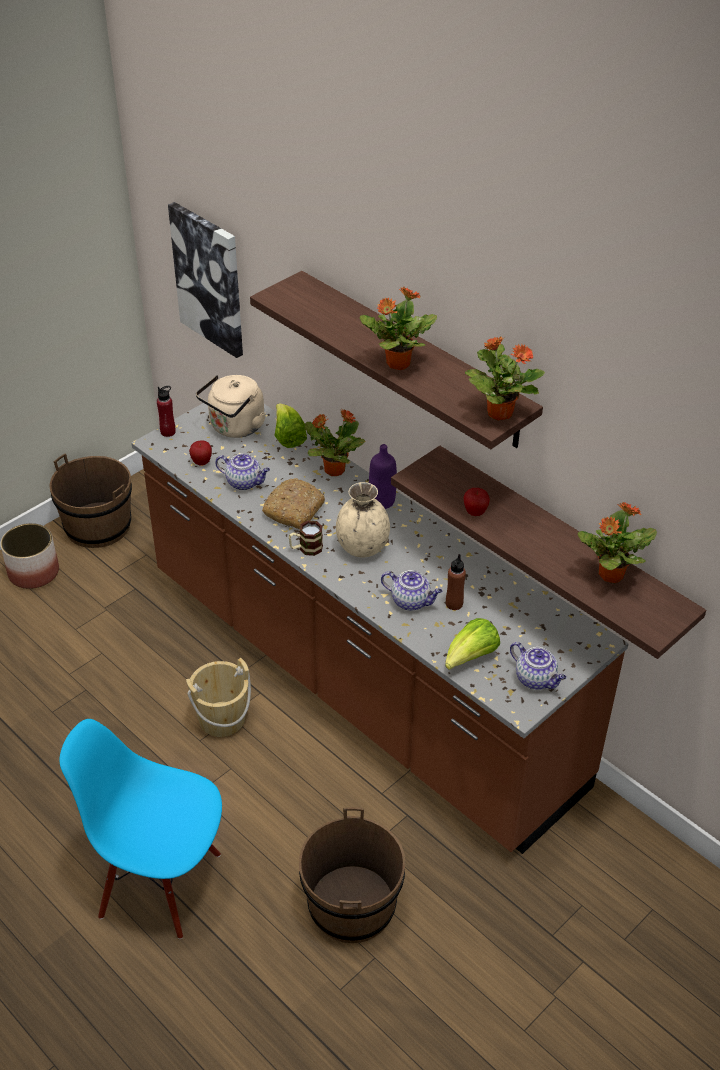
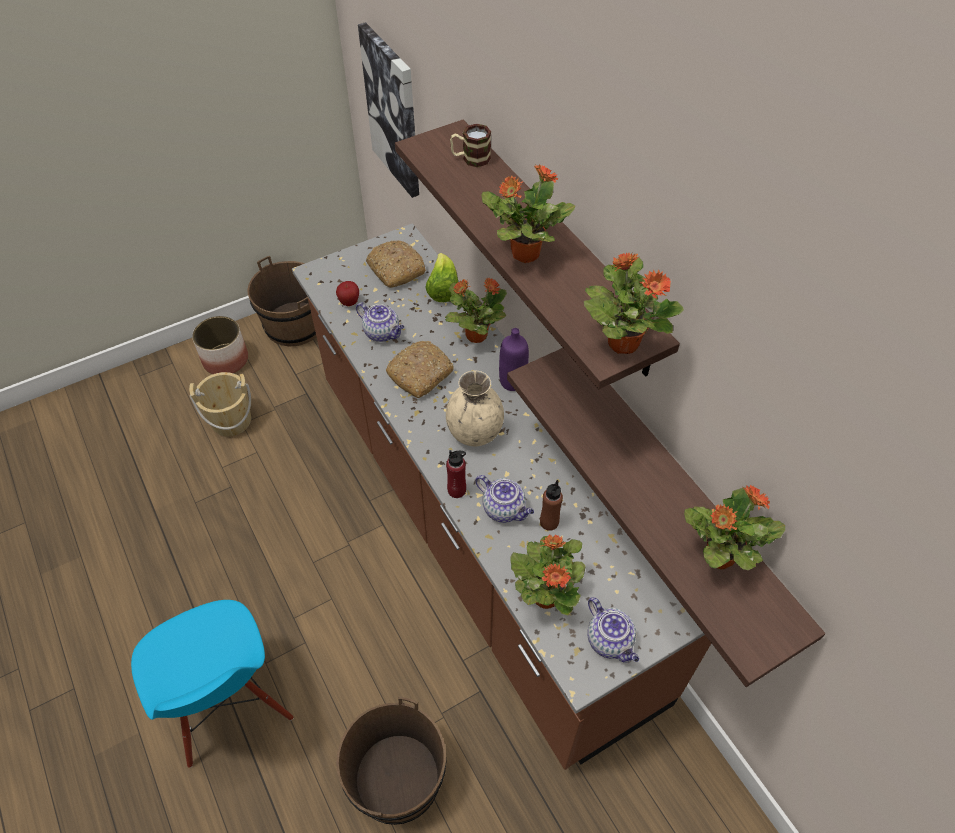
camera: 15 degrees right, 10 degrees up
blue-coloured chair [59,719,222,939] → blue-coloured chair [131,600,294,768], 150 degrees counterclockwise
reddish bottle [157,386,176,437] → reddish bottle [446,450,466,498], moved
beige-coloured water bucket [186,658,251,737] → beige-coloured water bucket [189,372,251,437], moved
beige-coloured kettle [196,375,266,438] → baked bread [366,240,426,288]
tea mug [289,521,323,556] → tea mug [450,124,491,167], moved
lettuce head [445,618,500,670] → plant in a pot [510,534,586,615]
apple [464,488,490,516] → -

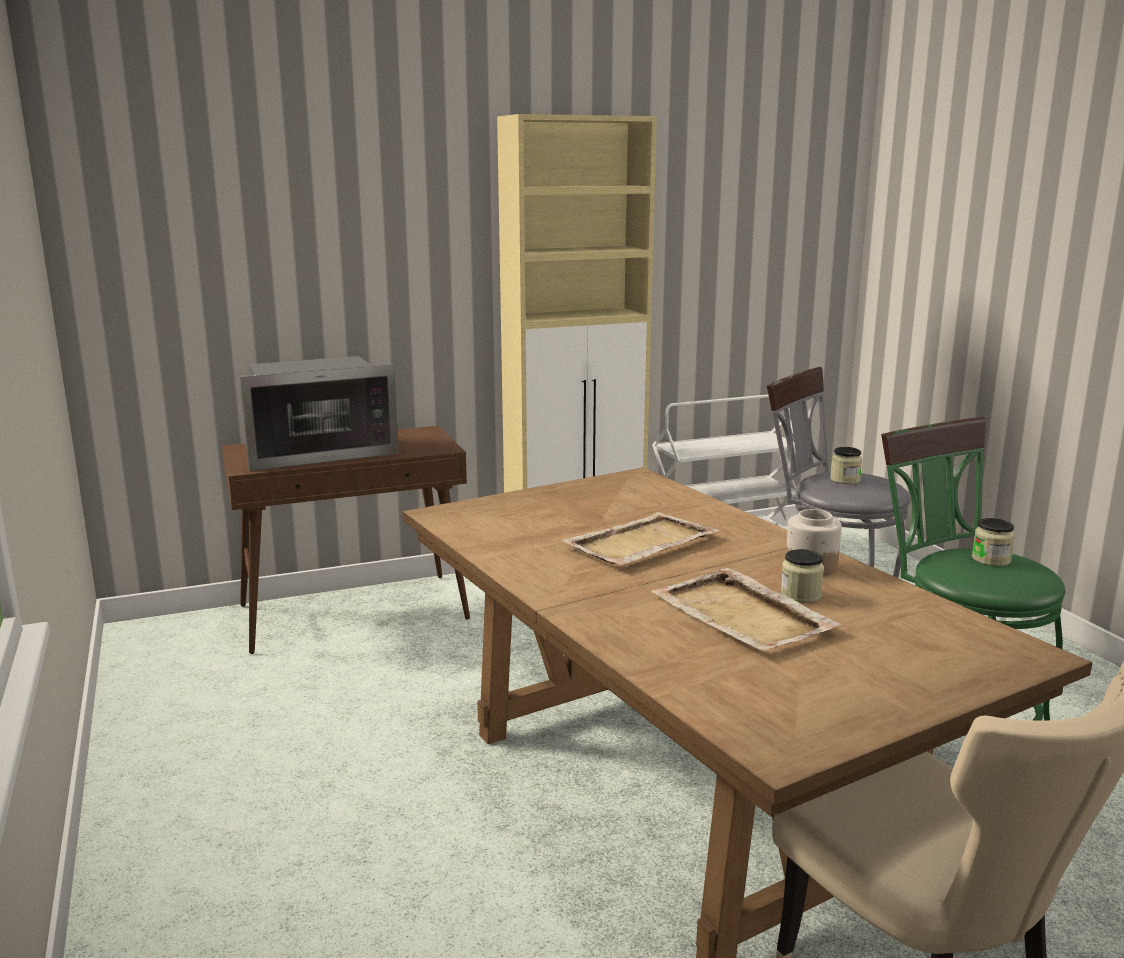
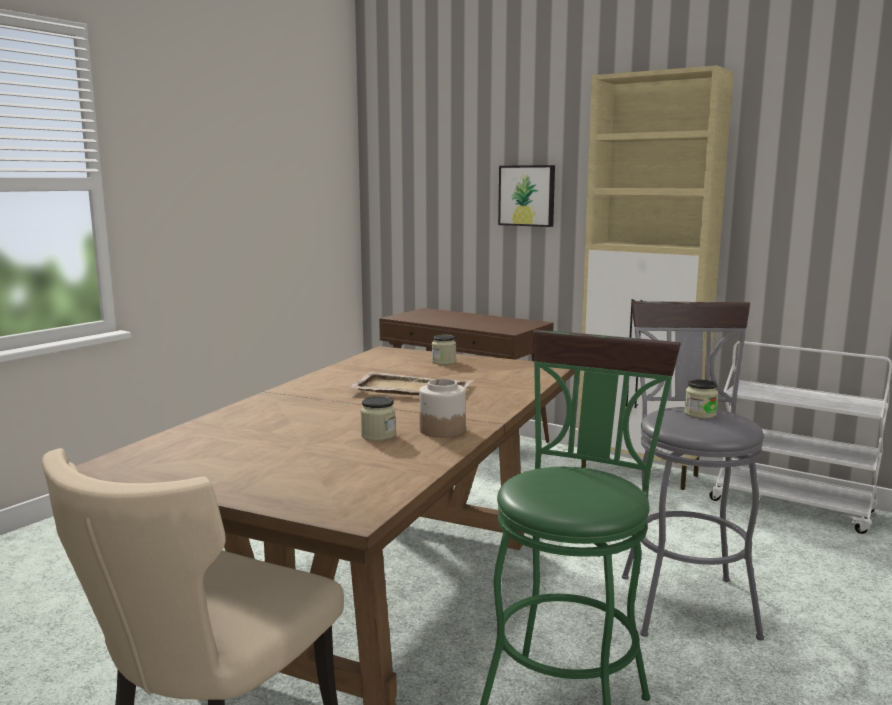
camera: 55 degrees right, 5 degrees down
kitchen microwave [239,356,399,471] → -
beige-coloured tray [651,568,842,651] → -
jar [972,518,1015,566] → jar [432,335,456,365], moved
- → picture [498,165,555,227]

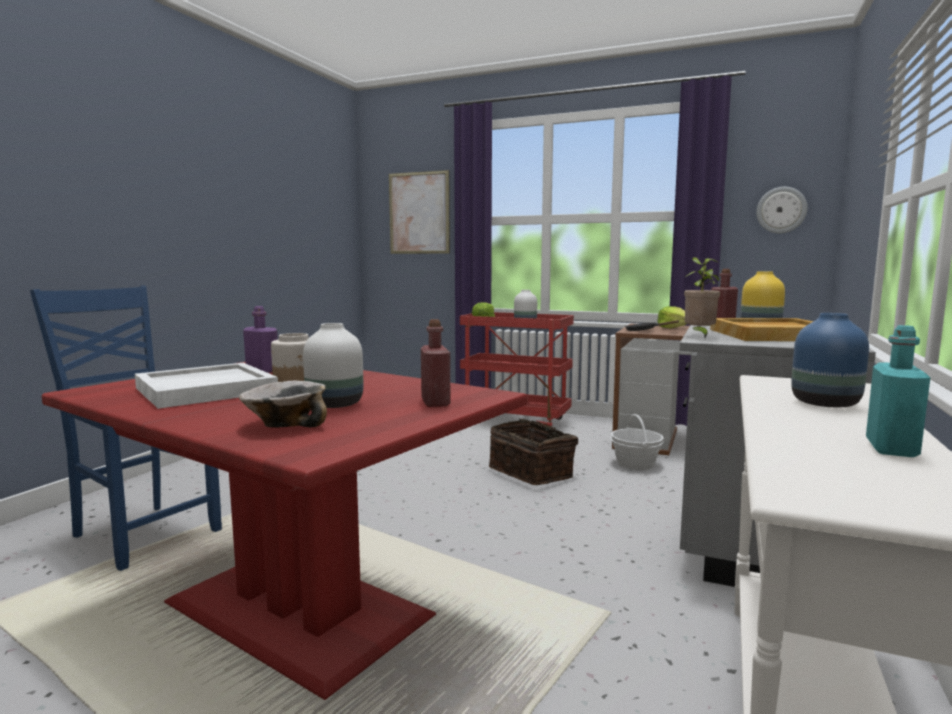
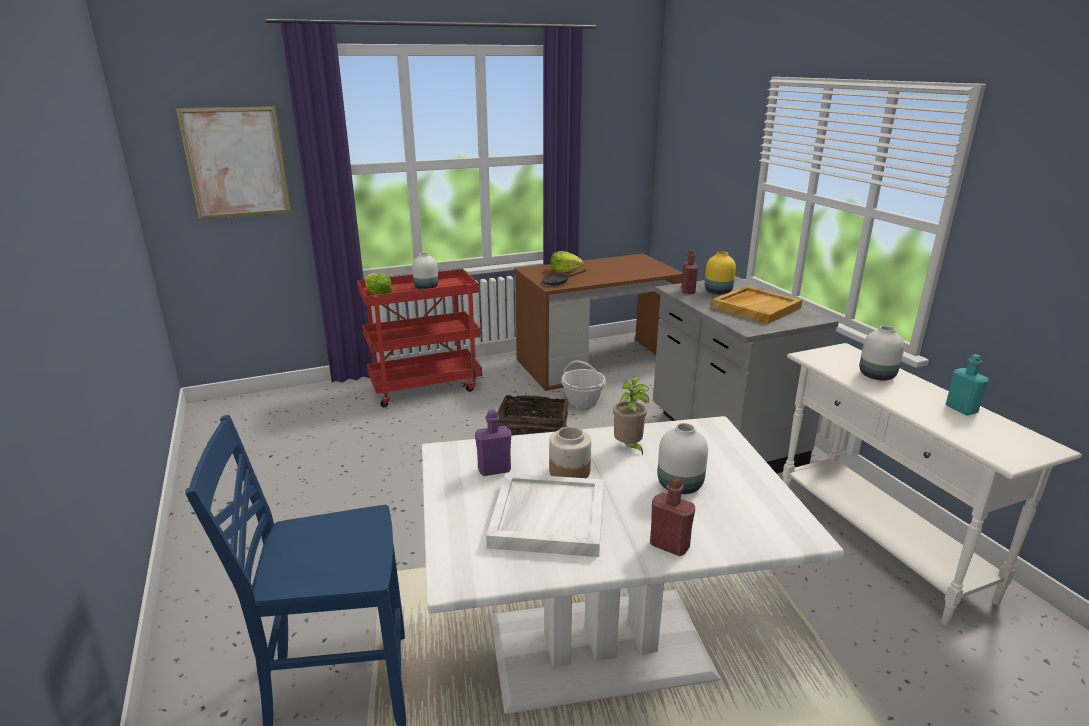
camera: 45 degrees left, 15 degrees up
reddish kitchen table [42,362,527,700] → white kitchen table [422,416,844,714]
bowl [239,380,327,428] → -
reddish bottle [421,319,450,407] → reddish bottle [650,477,695,556], moved
plant in a pot [684,257,720,337] → plant in a pot [613,377,649,455], moved
clock on the wall [756,187,808,233] → -
blue-coloured decorative vase [791,313,869,407] → white decorative vase [859,326,904,380]

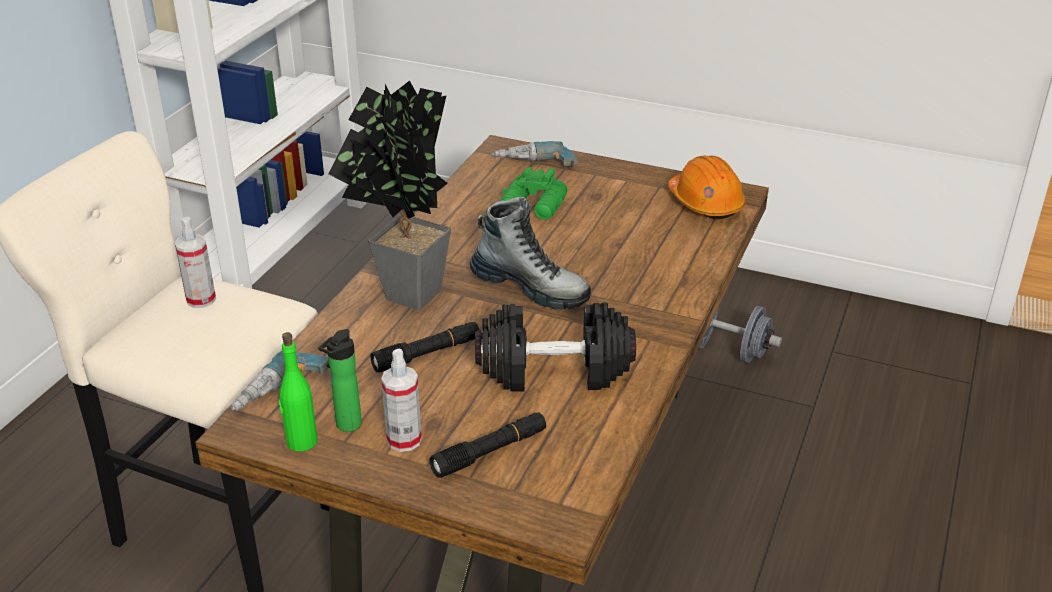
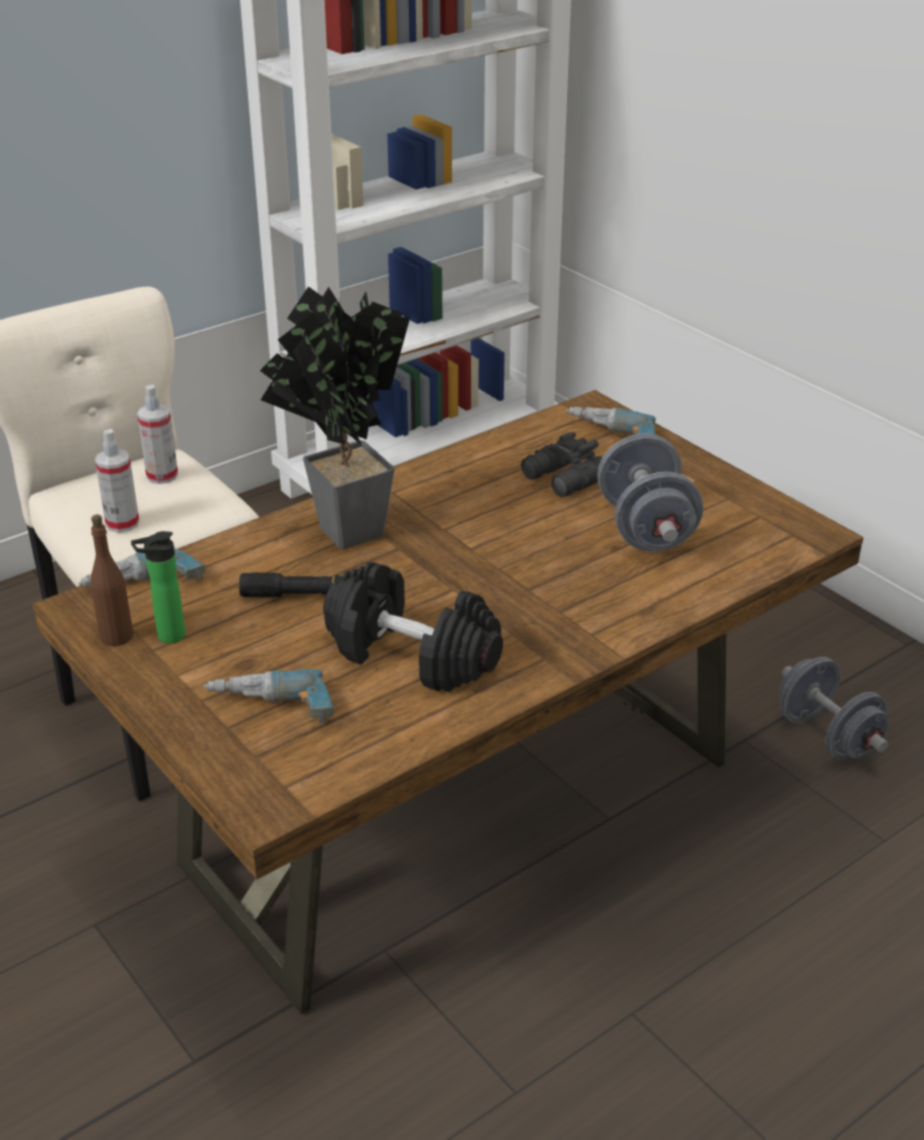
camera: 30 degrees right, 0 degrees up
greenish bottle [279,332,318,452] → brown-coloured bottle [91,514,133,646]
hand sprayer [381,349,422,452] → hand sprayer [95,429,139,533], moved
black-coloured flashlight [429,412,546,478] → drill [204,669,334,724]
boot [470,197,591,310] → -
greenish pair of binoculars [500,167,567,220] → black-coloured pair of binoculars [521,432,602,497]
orange safety helmet [668,155,746,219] → -
- → greyish dumbbell [597,434,704,552]

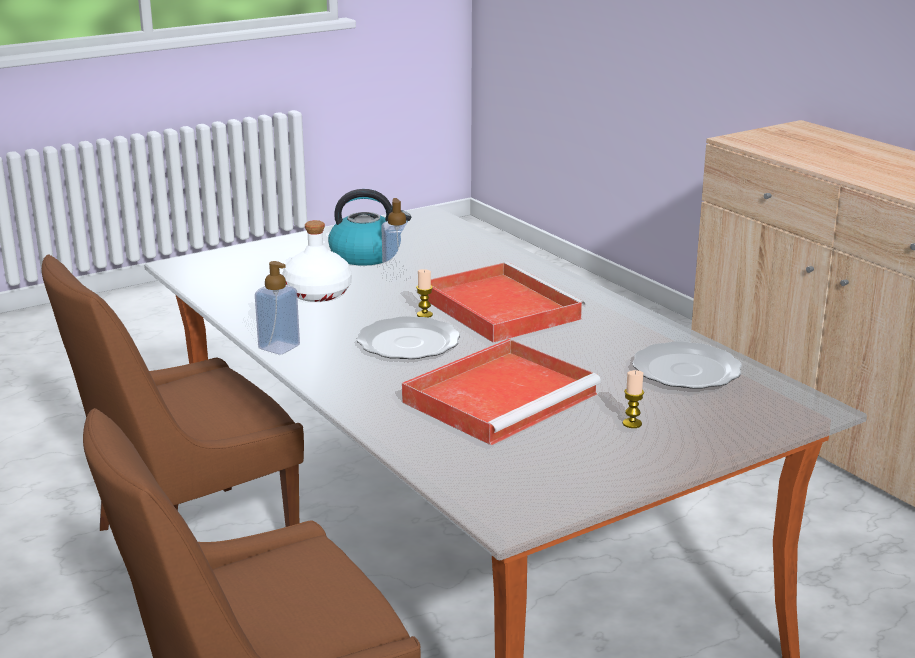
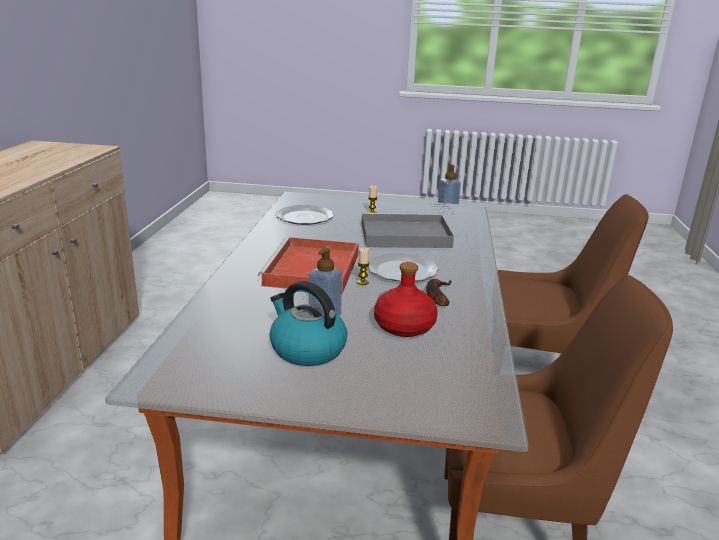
camera: 140 degrees left, 0 degrees up
soap bottle [255,261,300,354] → soap bottle [437,164,461,215], moved
white bottle [282,220,352,302] → reddish bottle [374,262,438,337]
reddish tray [402,339,601,445] → greyish tray [362,213,454,248]
- → banana fruit [426,279,451,306]

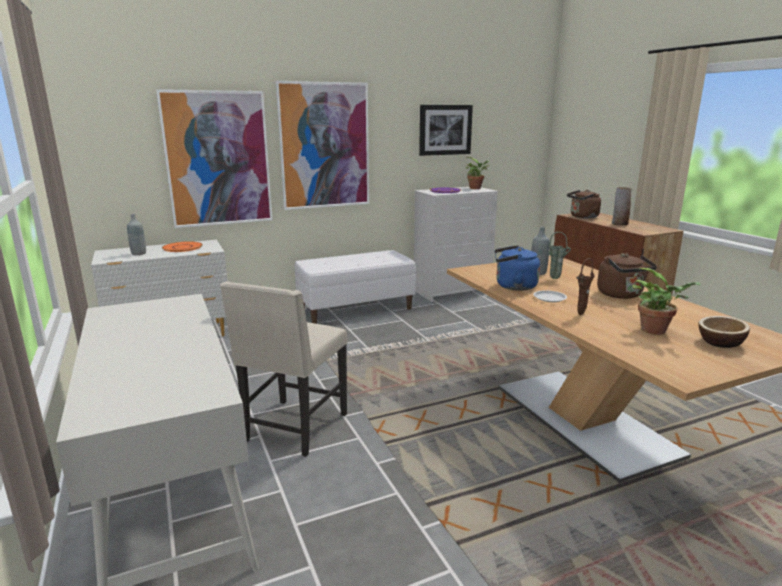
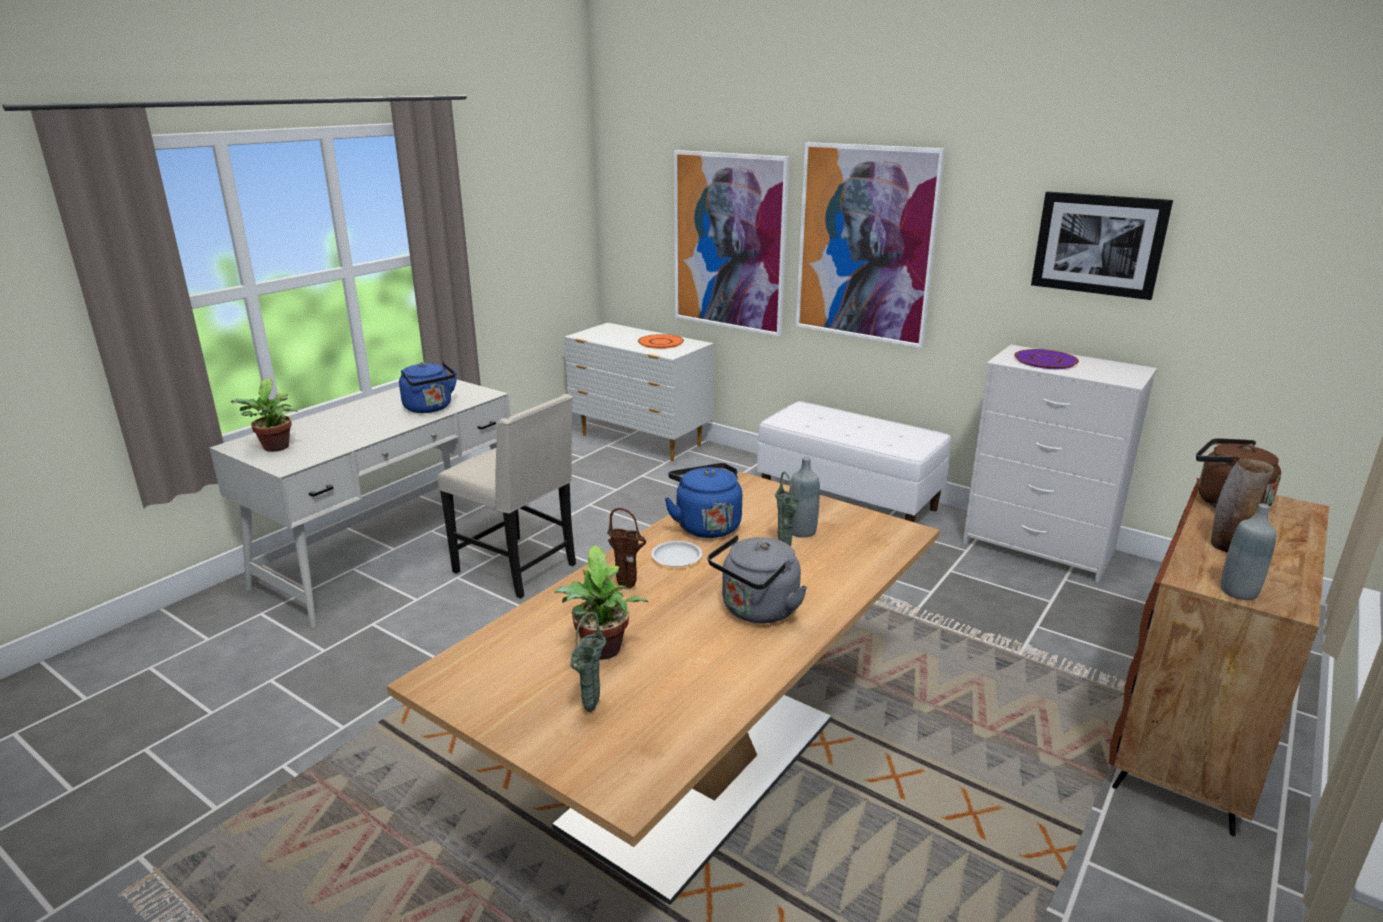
camera: 60 degrees right, 5 degrees up
greyish bottle [127,214,146,255] → greyish bottle [1221,503,1276,600], moved
beige-coloured chair [220,282,347,457] → beige-coloured chair [438,394,576,598], 135 degrees counterclockwise
plant in a pot [466,157,490,189] → plant in a pot [231,378,298,452], moved
brown-coloured kettle [597,253,657,299] → greyish kettle [708,535,807,624]
bowl [698,316,750,348] → greenish decorative vase [570,612,606,712]
- → blue-coloured kettle [399,362,457,413]

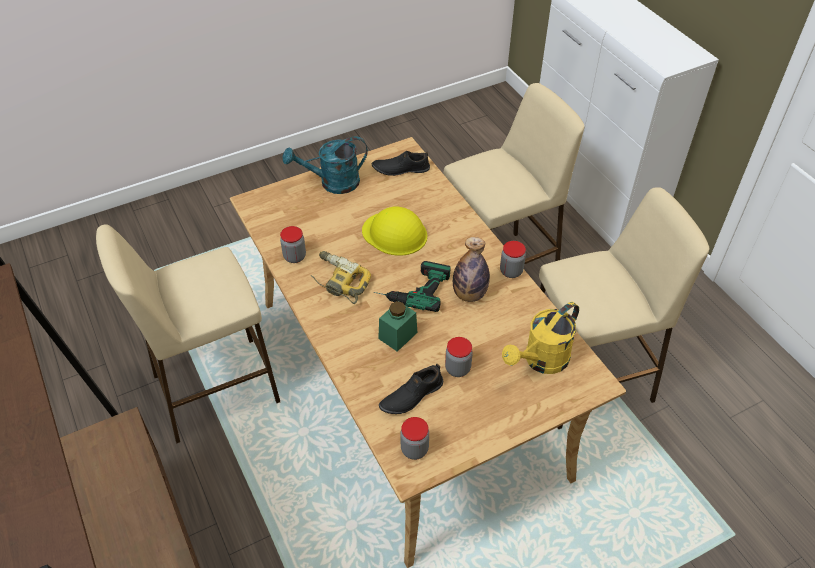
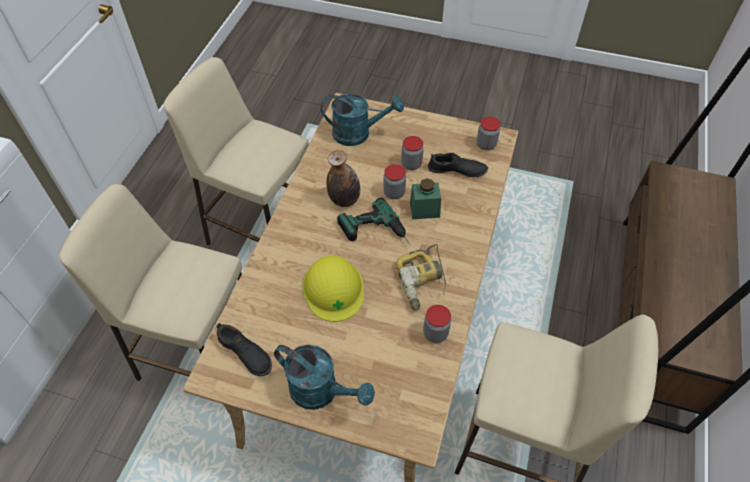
camera: 135 degrees left, 5 degrees up
jar [500,241,526,278] → jar [383,164,406,199], moved
yellow-coloured watering can [502,302,579,374] → turquoise-coloured watering can [321,94,404,146]

